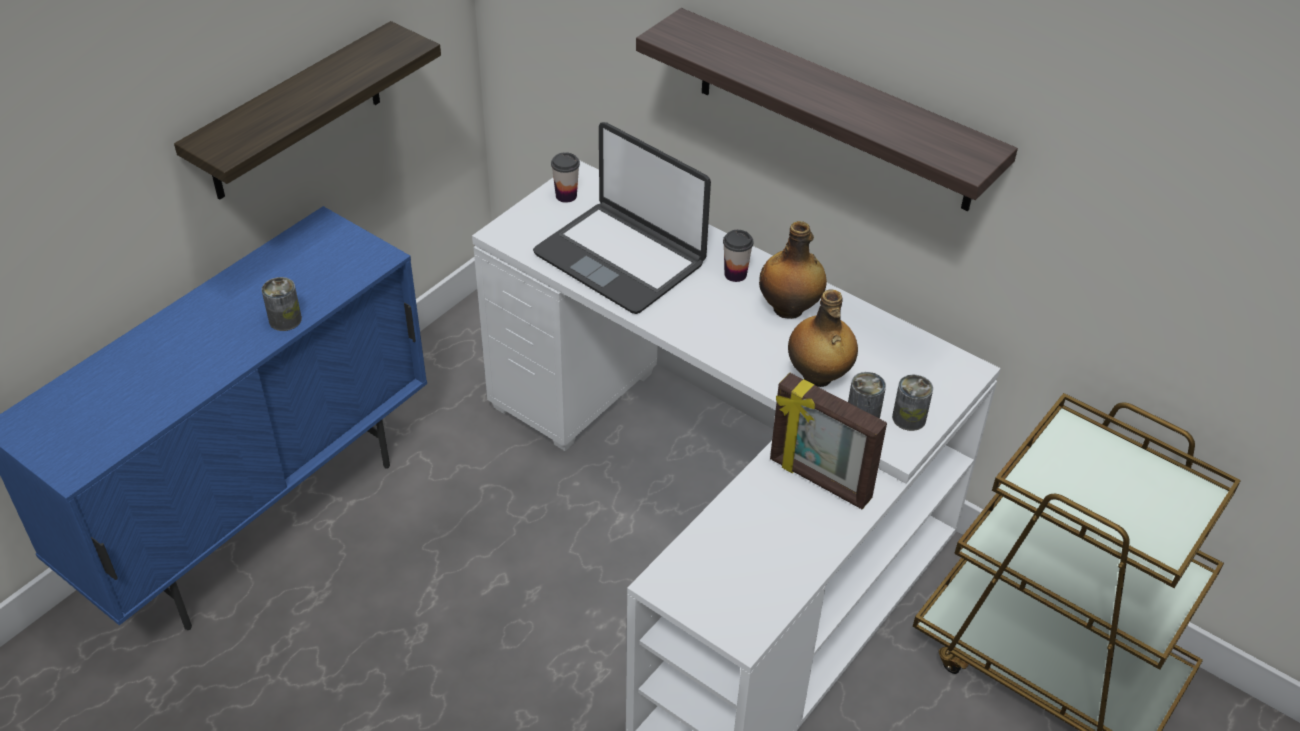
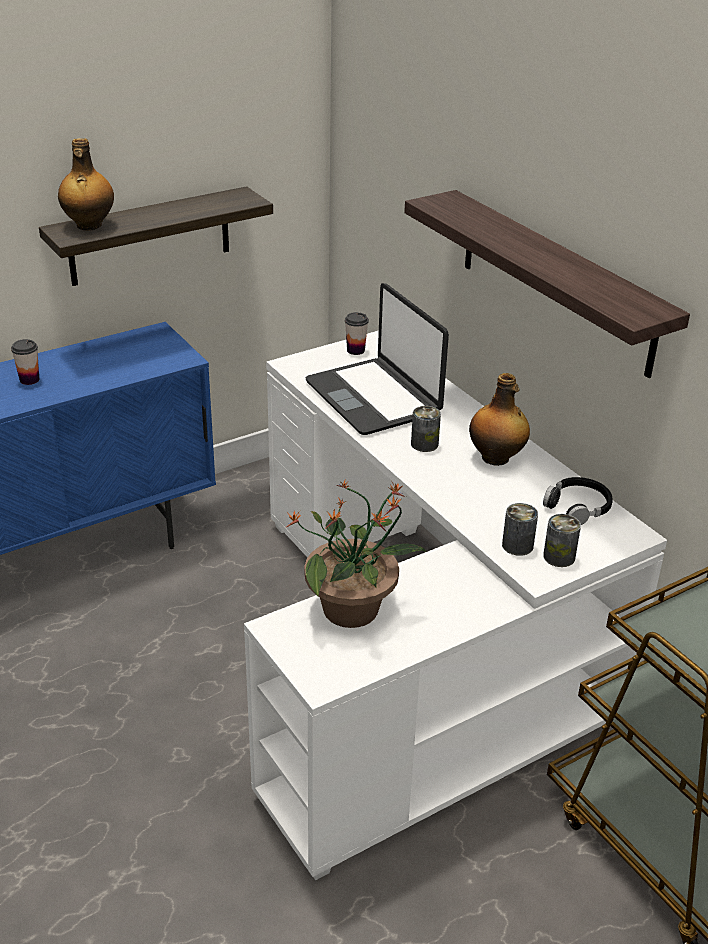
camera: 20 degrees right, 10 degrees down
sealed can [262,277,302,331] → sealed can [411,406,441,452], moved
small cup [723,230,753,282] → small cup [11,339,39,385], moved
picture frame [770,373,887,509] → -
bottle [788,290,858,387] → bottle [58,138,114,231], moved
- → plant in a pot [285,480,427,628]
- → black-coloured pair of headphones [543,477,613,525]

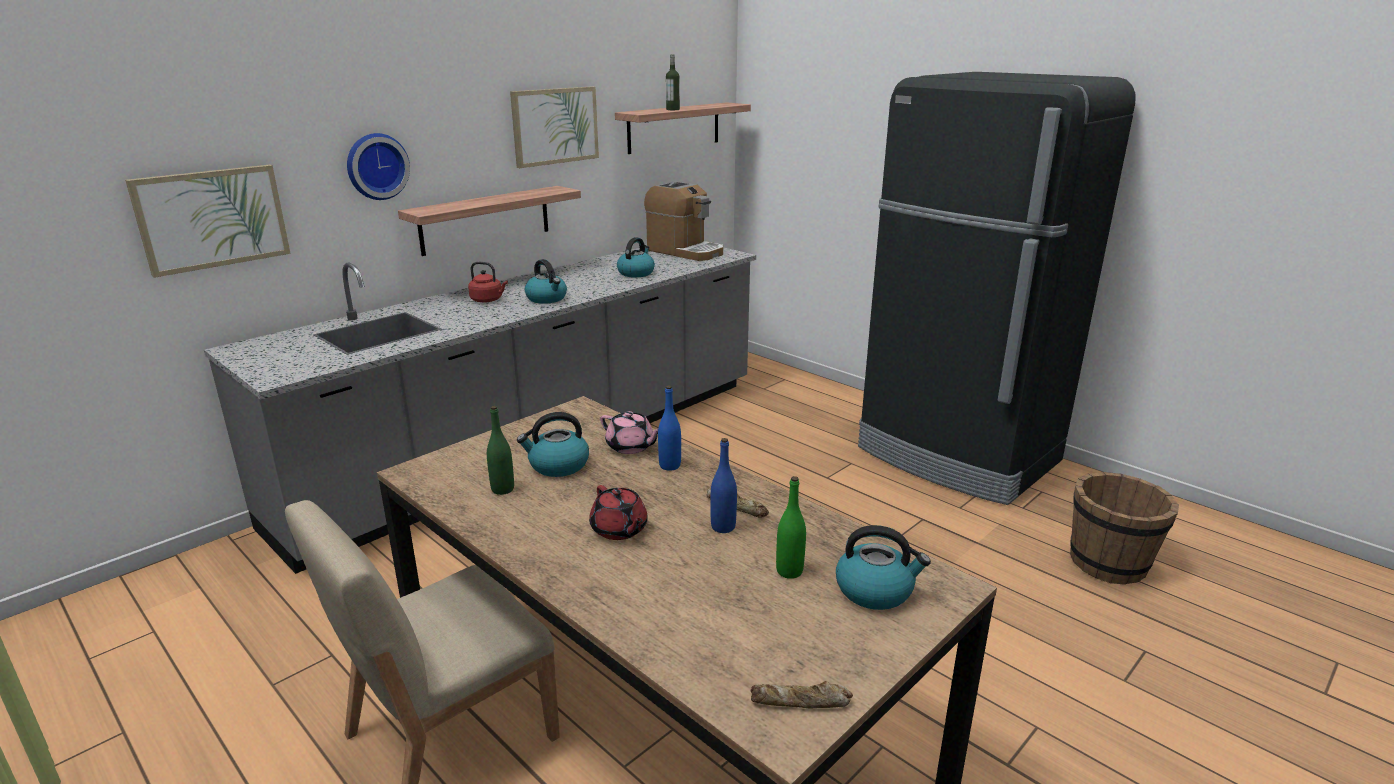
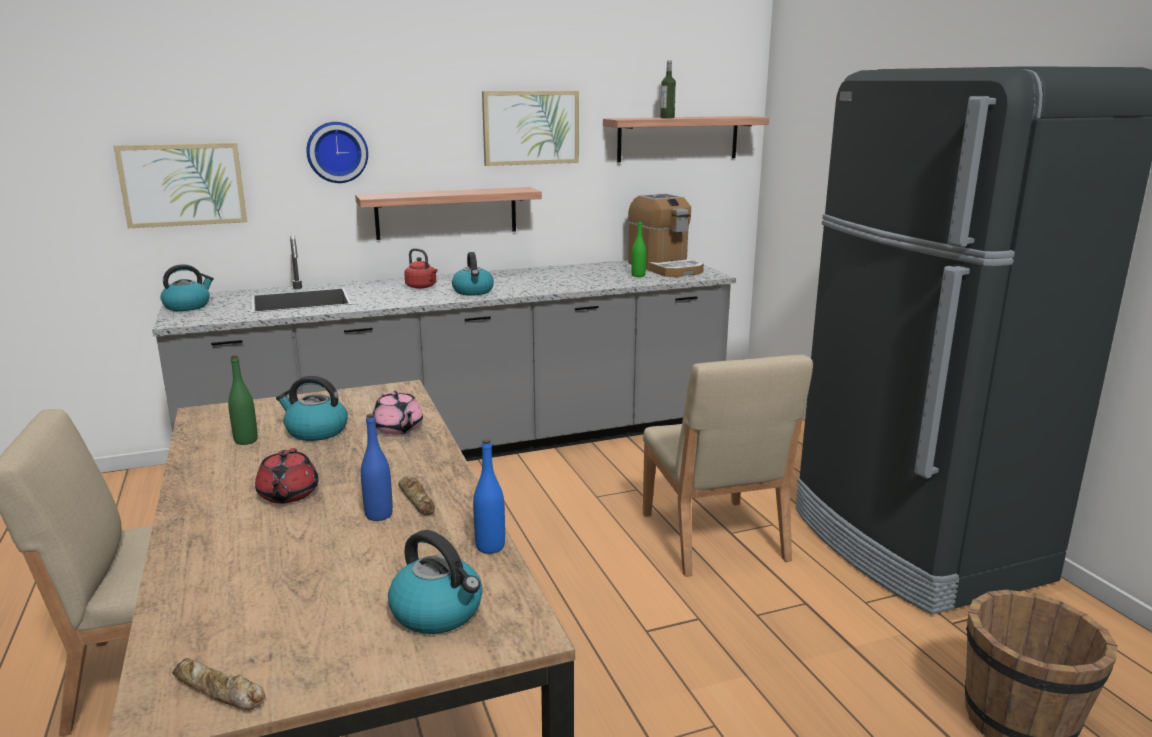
camera: 25 degrees right, 5 degrees down
kettle [617,237,655,277] → kettle [160,264,214,311], moved
blue-coloured bottle [658,386,681,471] → blue-coloured bottle [473,439,505,554], moved
greenish bottle [776,476,806,579] → greenish bottle [631,220,646,277], moved
- → beige-coloured chair [643,355,813,577]

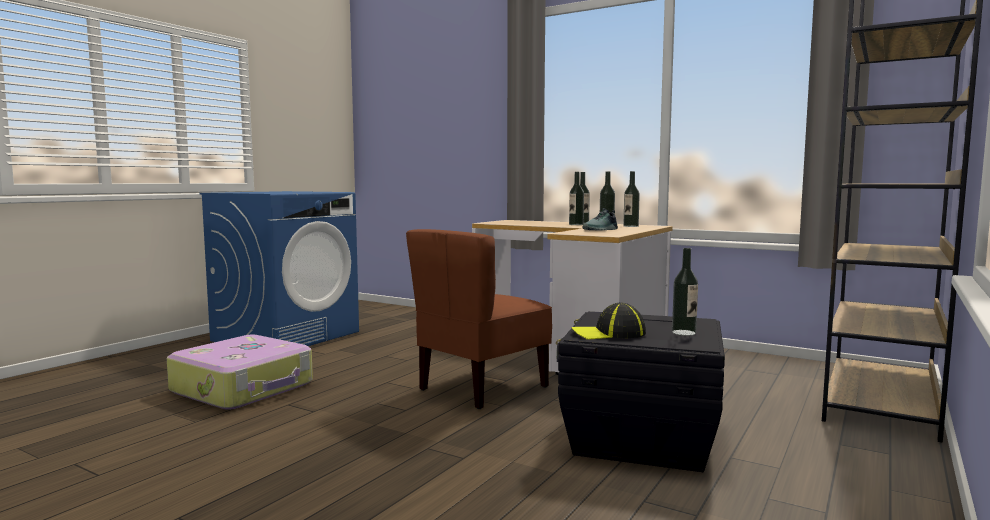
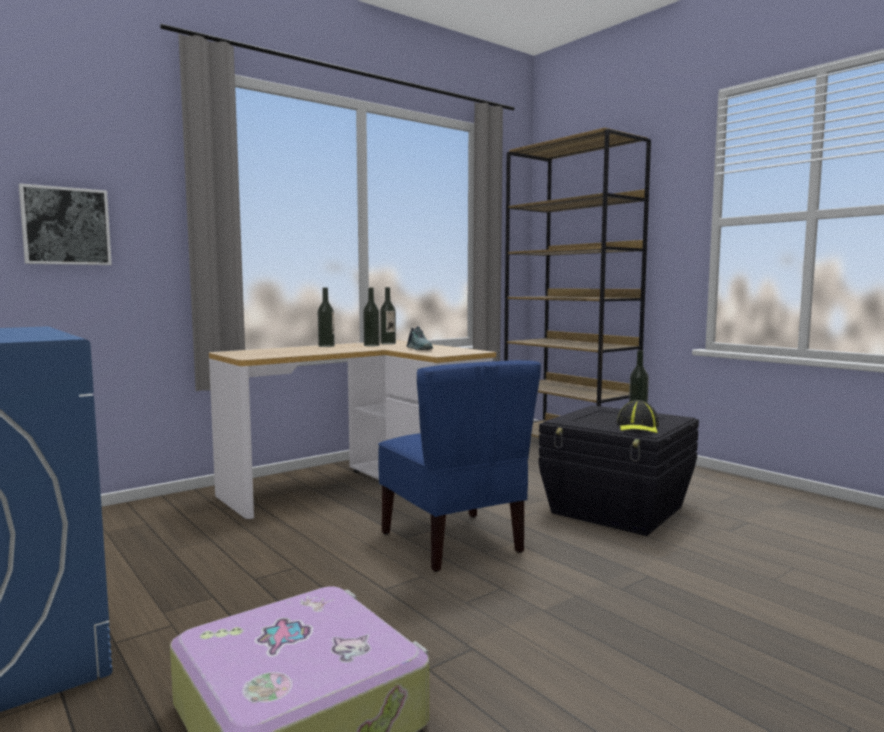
camera: 70 degrees left, 0 degrees up
brown-coloured chair [406,229,552,409] → blue-coloured chair [378,360,541,572]
bottle [569,172,584,225] → -
- → picture [19,183,112,265]

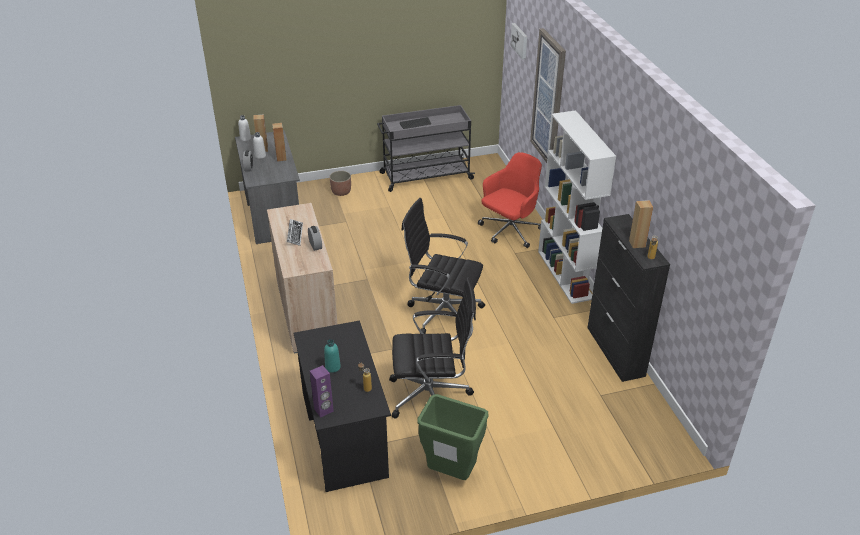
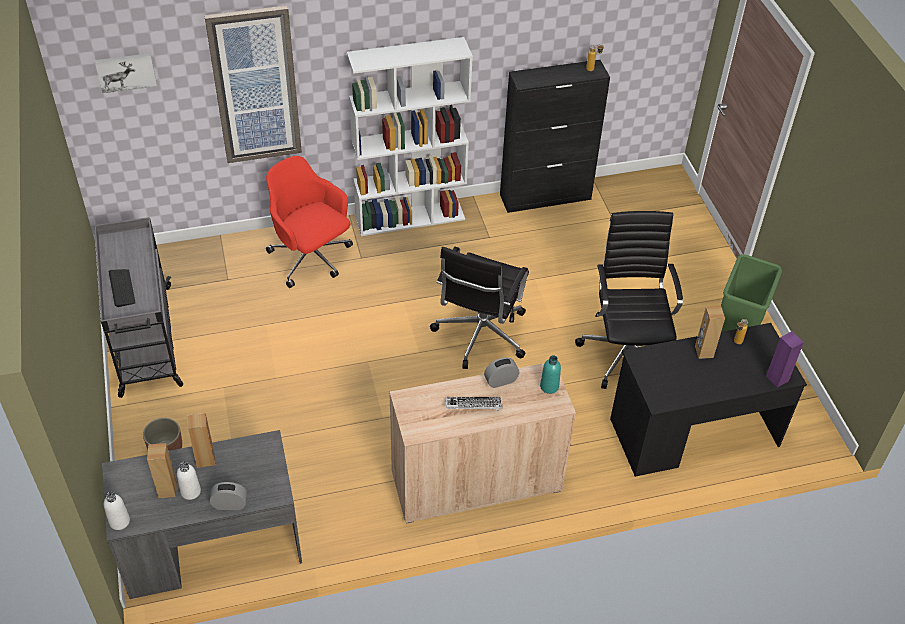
camera: 90 degrees left, 10 degrees up
turquoise-coloured bottle [324,339,341,373] → turquoise-coloured bottle [540,355,561,394], moved
brown-coloured speaker [629,200,653,248] → brown-coloured speaker [695,306,725,359], moved

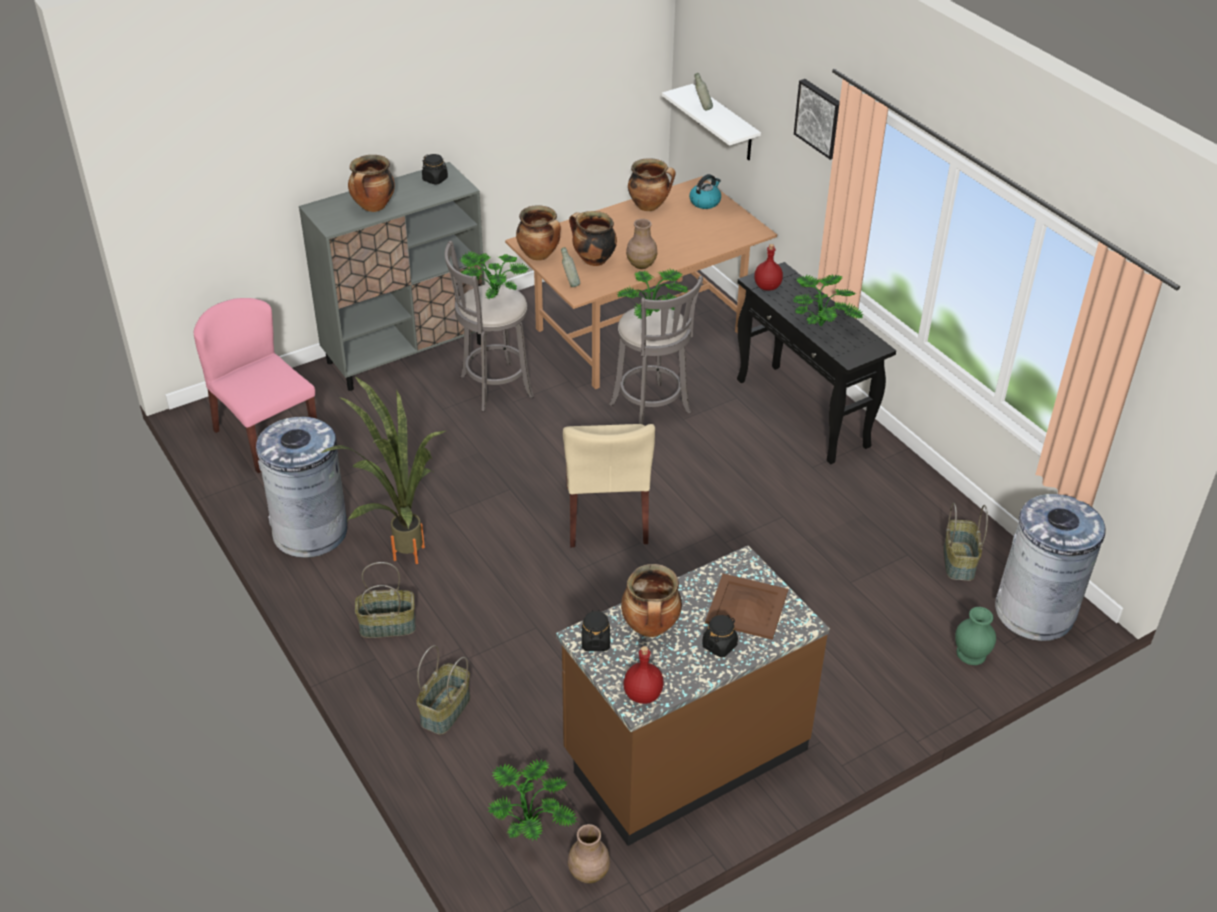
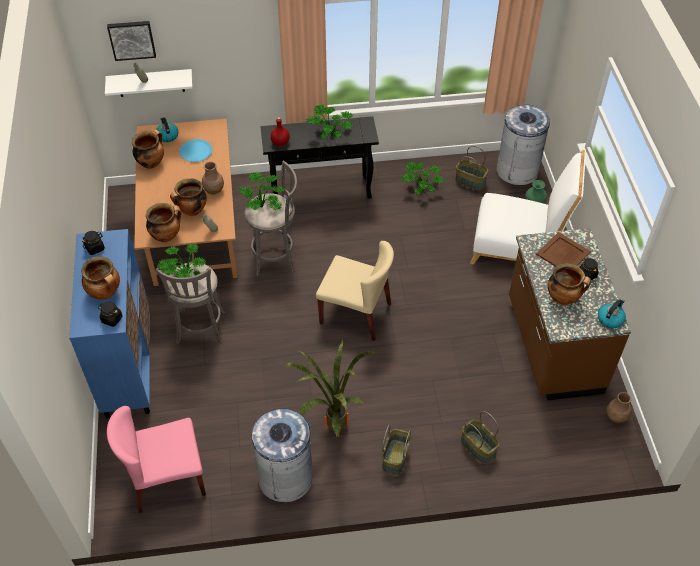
camera: 65 degrees left, 10 degrees up
greyish cabinet [299,162,485,391] → blue-coloured cabinet [69,229,150,419]
plant in a pot [487,759,577,841] → plant in a pot [401,162,445,195], moved
black-coloured jar [582,610,610,651] → black-coloured jar [98,302,123,327], moved
reddish bottle [624,646,664,704] → kettle [598,299,626,329]
picture [794,79,840,160] → picture [107,21,156,61], moved
- → blue-coloured dinner plate [179,139,212,162]
- → white chair [470,150,586,265]

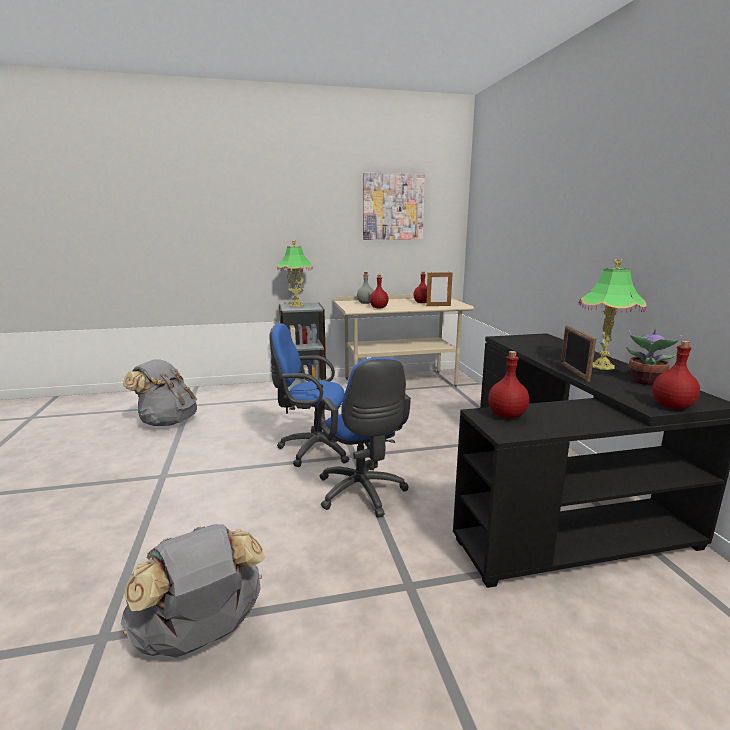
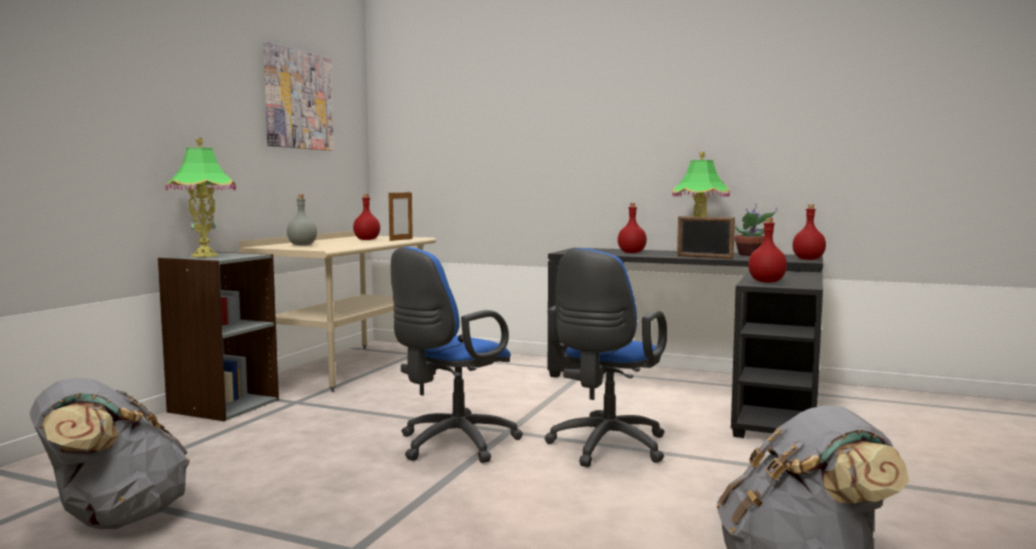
camera: 55 degrees left, 10 degrees down
blue-coloured computer chair [318,357,411,518] → blue-coloured computer chair [545,248,667,467], 105 degrees clockwise
reddish bottle [370,275,389,308] → reddish bottle [618,203,647,253], moved

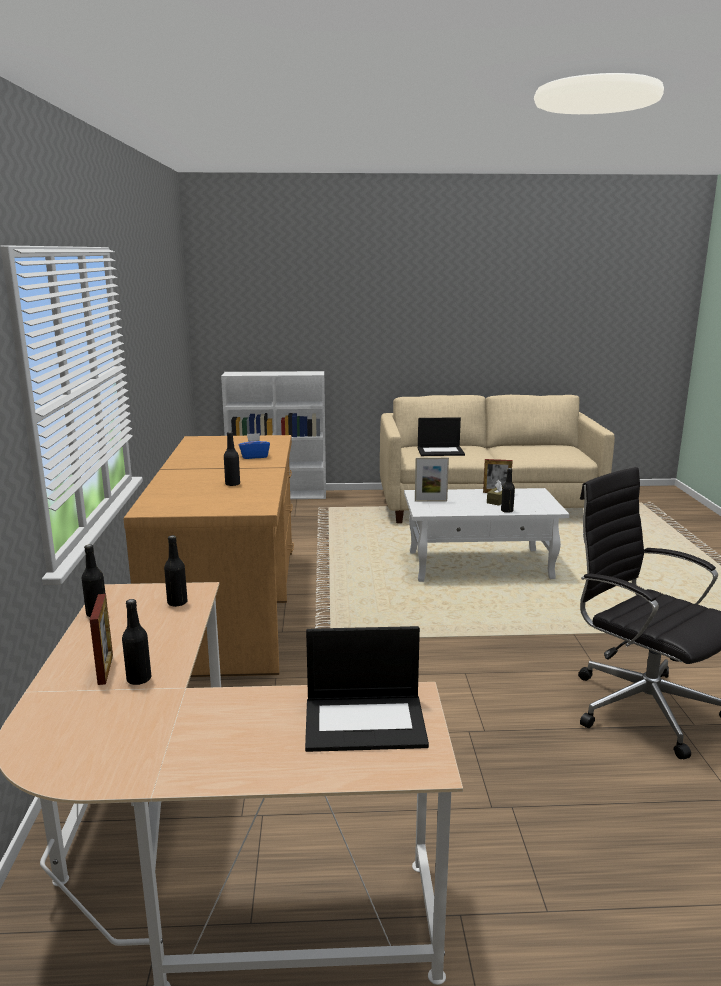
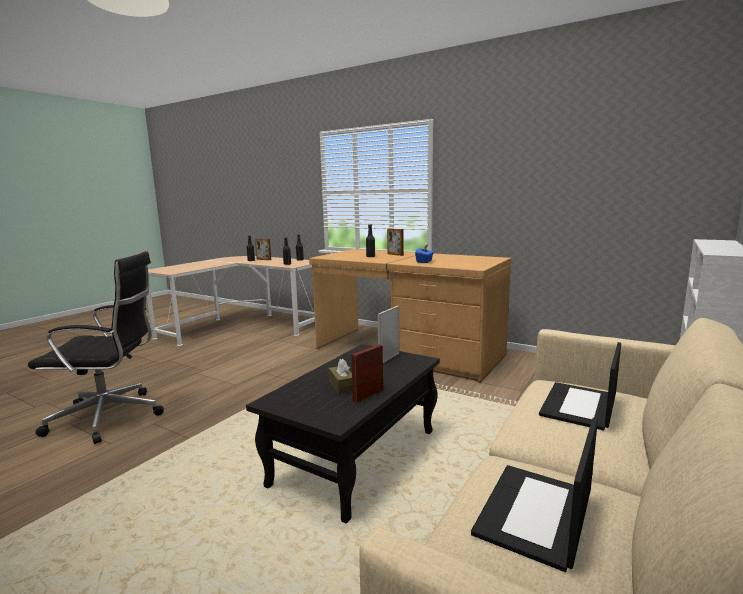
camera: 125 degrees right, 5 degrees down
portable computer [305,626,429,752] → portable computer [471,418,598,572], moved
white lounge table [404,488,570,582] → black-coloured lounge table [246,344,440,523]
black-coloured bottle [501,468,515,513] → -
- → picture frame [387,228,404,256]

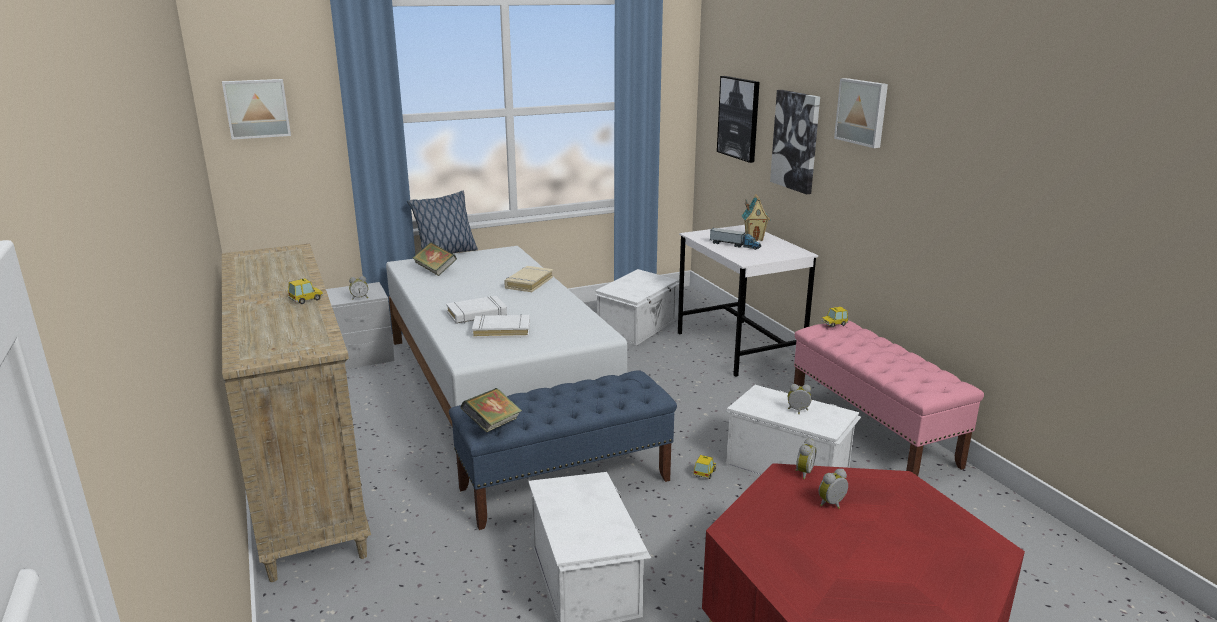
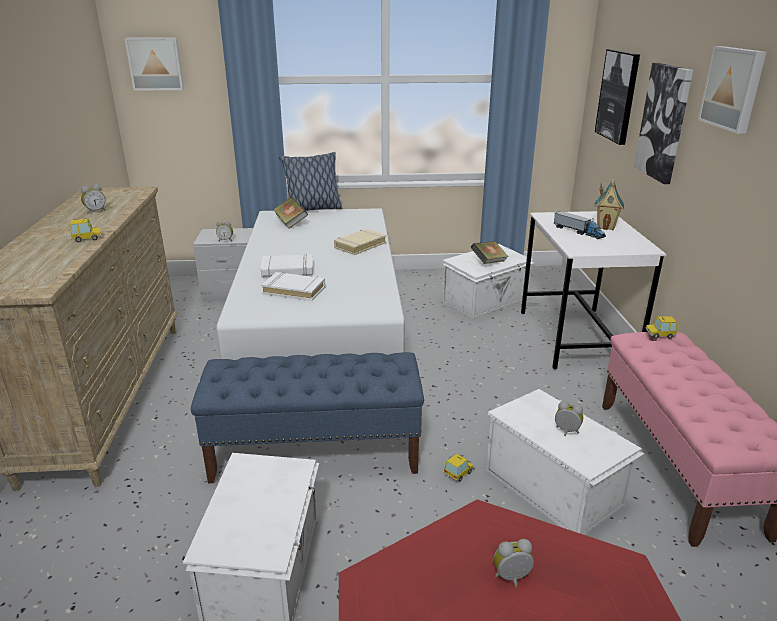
camera: 20 degrees right, 5 degrees up
volume [460,388,522,433] → volume [471,241,509,264], moved
bedside clock [795,438,816,479] → bedside clock [81,184,106,214], moved

